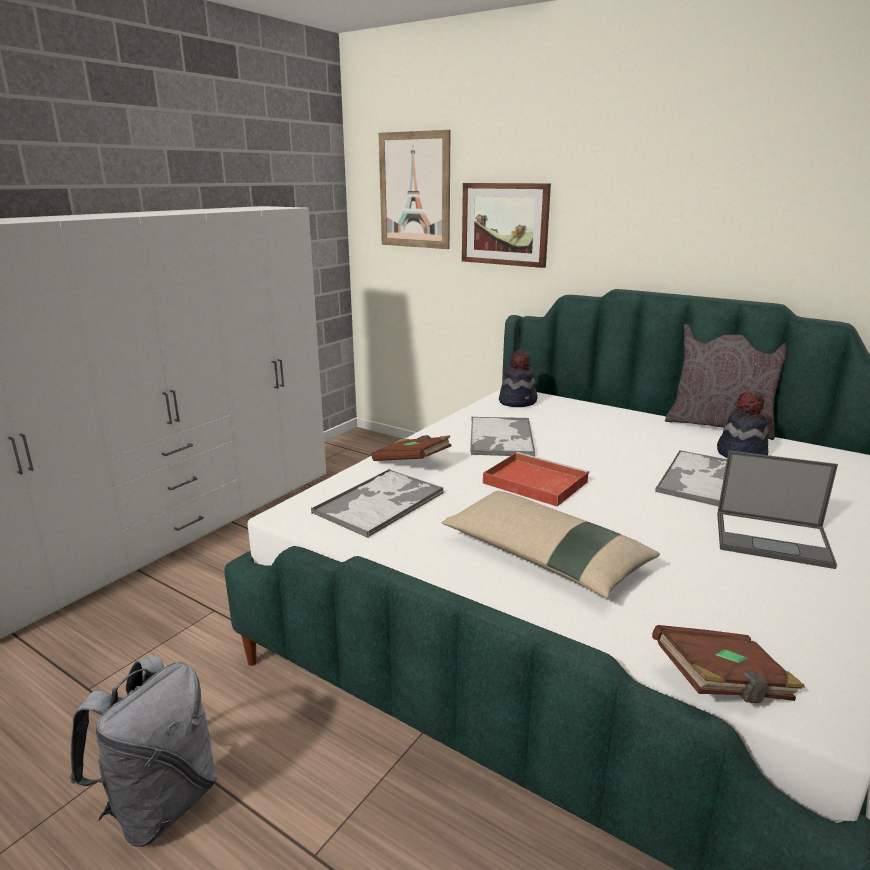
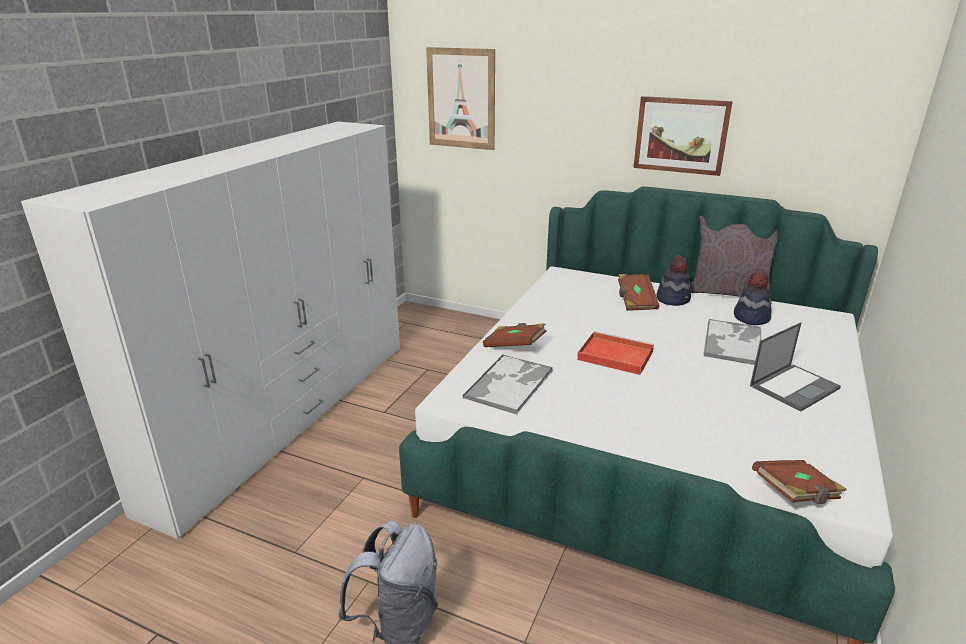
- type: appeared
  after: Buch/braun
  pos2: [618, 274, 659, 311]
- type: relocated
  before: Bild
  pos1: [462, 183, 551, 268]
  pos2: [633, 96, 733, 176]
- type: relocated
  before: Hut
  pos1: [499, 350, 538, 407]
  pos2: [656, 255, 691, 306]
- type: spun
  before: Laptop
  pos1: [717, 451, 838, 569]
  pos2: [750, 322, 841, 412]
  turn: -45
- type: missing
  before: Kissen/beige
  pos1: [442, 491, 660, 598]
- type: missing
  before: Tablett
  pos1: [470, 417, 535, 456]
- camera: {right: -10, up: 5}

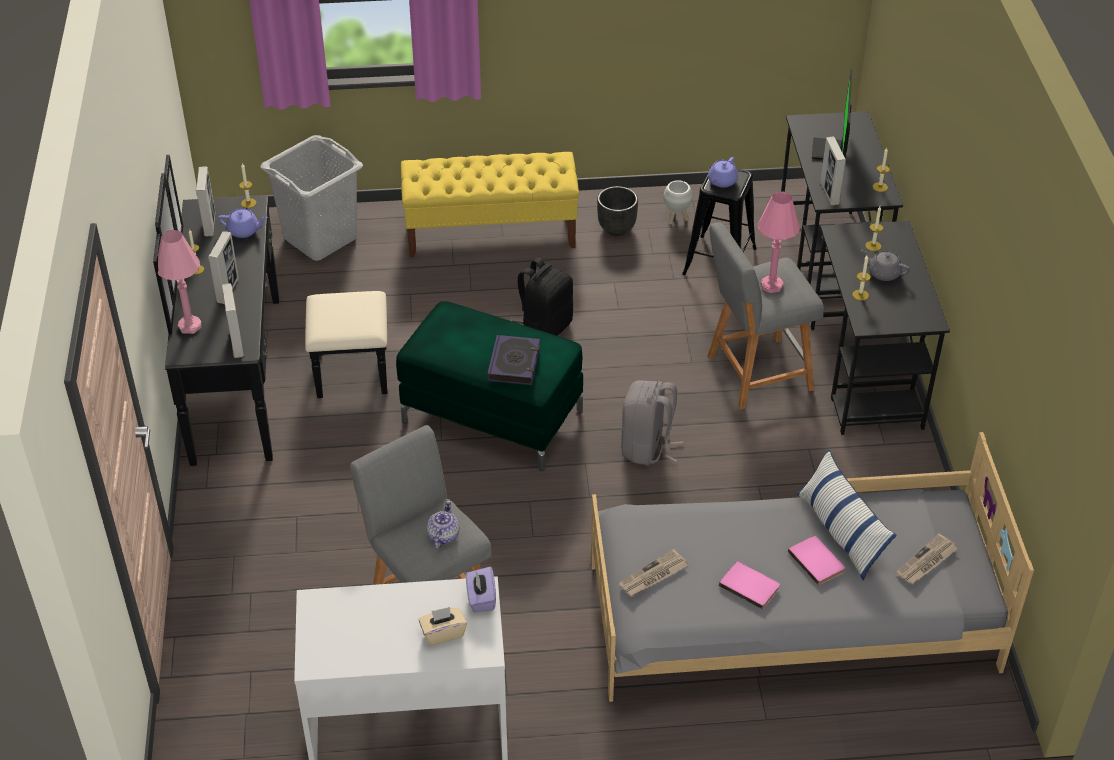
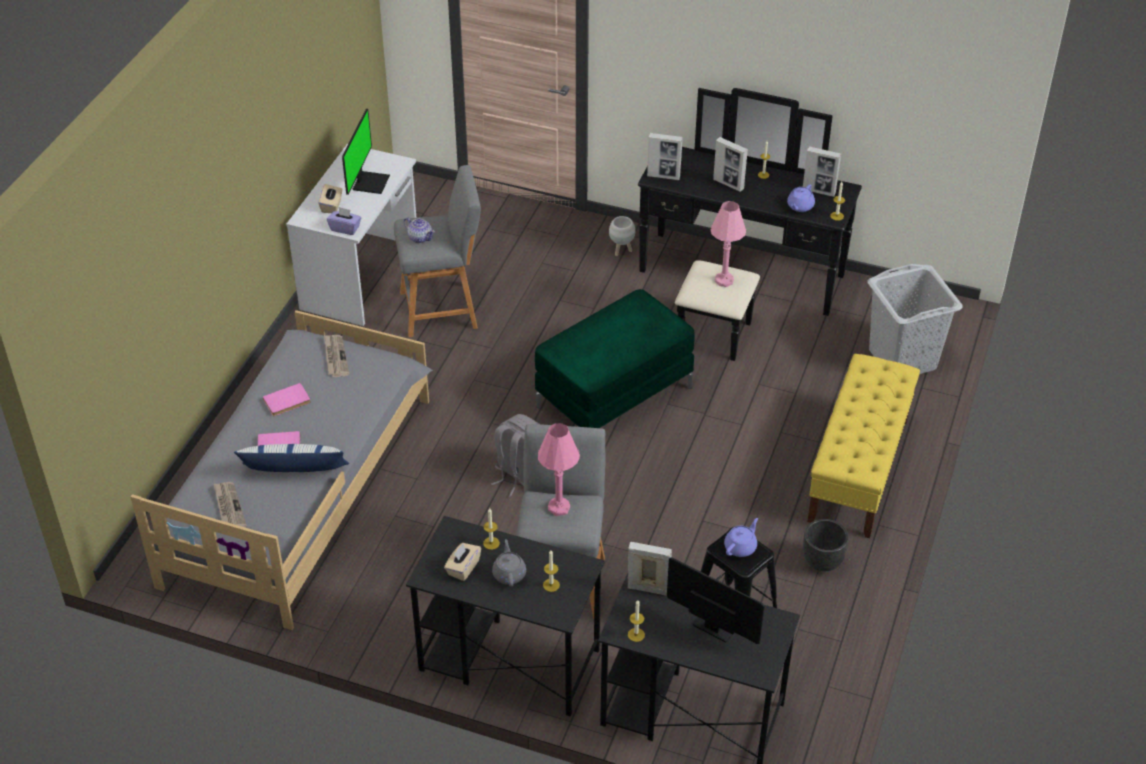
- type: appeared
  after: Monitor
  pos2: [342, 109, 390, 195]
- type: appeared
  after: Taschentuchbox/beige
  pos2: [444, 543, 481, 581]
- type: spun
  before: Teekanne/grau
  pos1: [861, 250, 910, 281]
  pos2: [492, 539, 526, 587]
  turn: -60
- type: relocated
  before: Pflanzkübel/weiß
  pos1: [663, 180, 693, 224]
  pos2: [609, 216, 635, 256]
- type: relocated
  before: Tischlampe/rosa
  pos1: [158, 230, 201, 334]
  pos2: [711, 201, 746, 287]
- type: spun
  before: Teekanne/lila
  pos1: [708, 157, 738, 188]
  pos2: [724, 518, 758, 557]
  turn: 75
- type: missing
  before: Buch
  pos1: [487, 335, 540, 385]
- type: missing
  before: Rucksack/schwarz
  pos1: [512, 257, 573, 336]
- camera: {right: 115, up: 0}

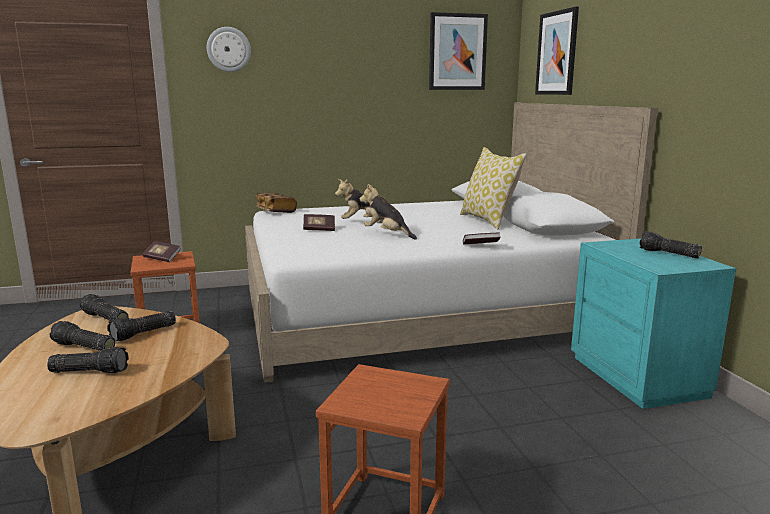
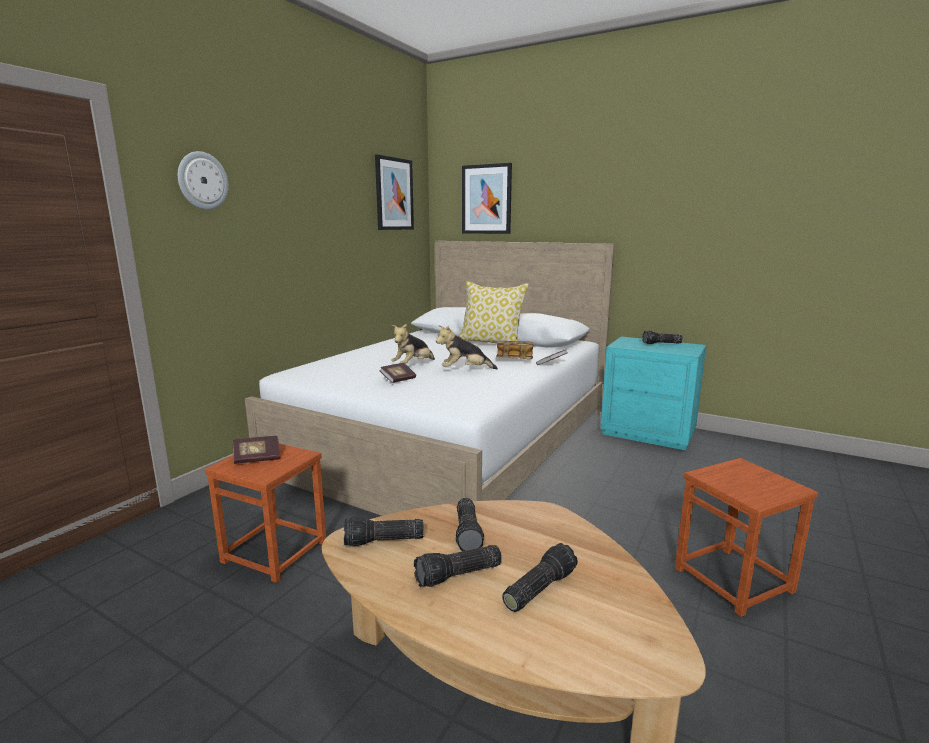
- type: relocated
  before: Buch
  pos1: [255, 193, 297, 213]
  pos2: [496, 341, 534, 359]
- camera: {right: -45, up: 0}

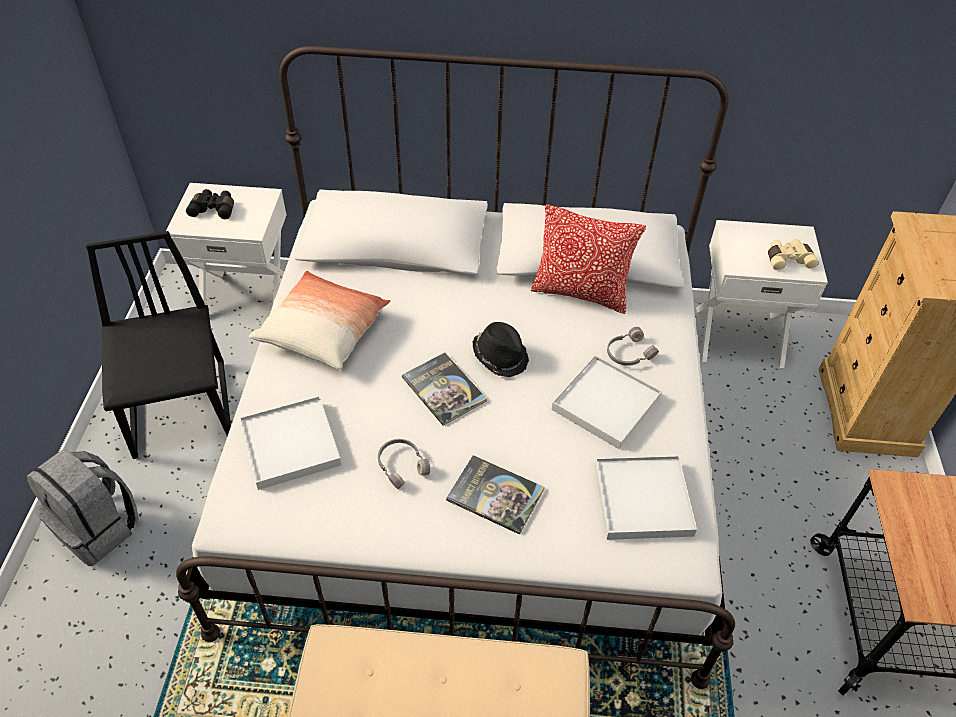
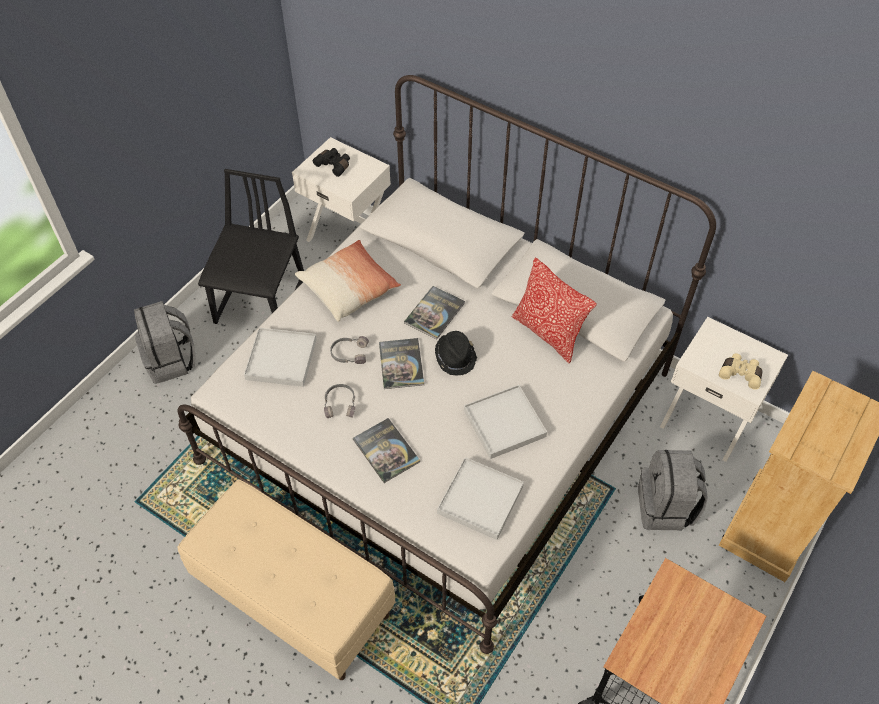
- type: relocated
  before: Kopfhörer/grau
  pos1: [607, 327, 659, 366]
  pos2: [330, 336, 369, 364]
- type: appeared
  after: Buch
  pos2: [404, 286, 465, 339]
- type: appeared
  after: Rucksack/grau
  pos2: [638, 450, 708, 530]
- camera: {right: 30, up: 5}

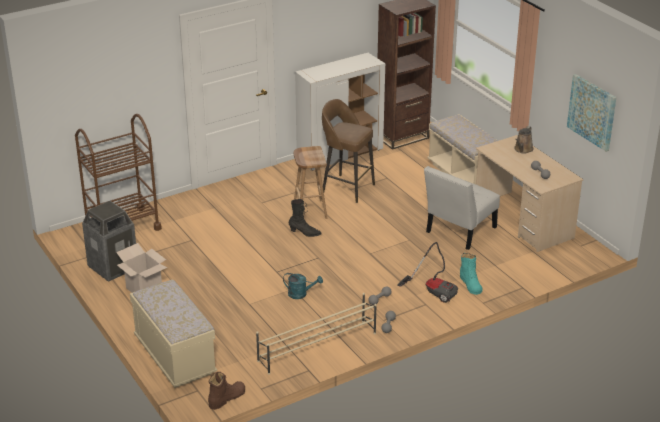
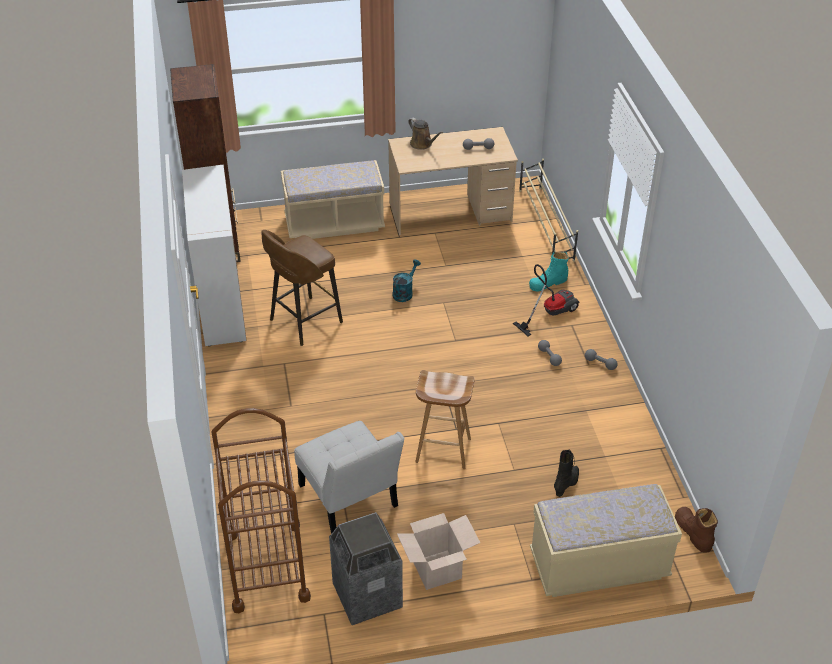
- type: relocated
  before: Stuhl/weiß
  pos1: [424, 166, 500, 250]
  pos2: [294, 421, 404, 534]
- type: relocated
  before: Gießkanne/türkis
  pos1: [283, 273, 323, 299]
  pos2: [393, 260, 421, 302]
- type: relocated
  before: Hocker/braun
  pos1: [294, 146, 327, 219]
  pos2: [415, 370, 475, 469]
- type: relocated
  before: Schuhregal/beige
  pos1: [256, 293, 377, 375]
  pos2: [519, 159, 578, 262]
- type: spun
  before: Stiefel/türkis
  pos1: [460, 253, 483, 295]
  pos2: [529, 252, 568, 291]
  turn: 150
- type: relocated
  before: Stiefel/schwarz
  pos1: [289, 199, 321, 237]
  pos2: [554, 449, 579, 497]
- type: missing
  before: Bild
  pos1: [567, 74, 617, 152]
- camera: {right: -70, up: 10}

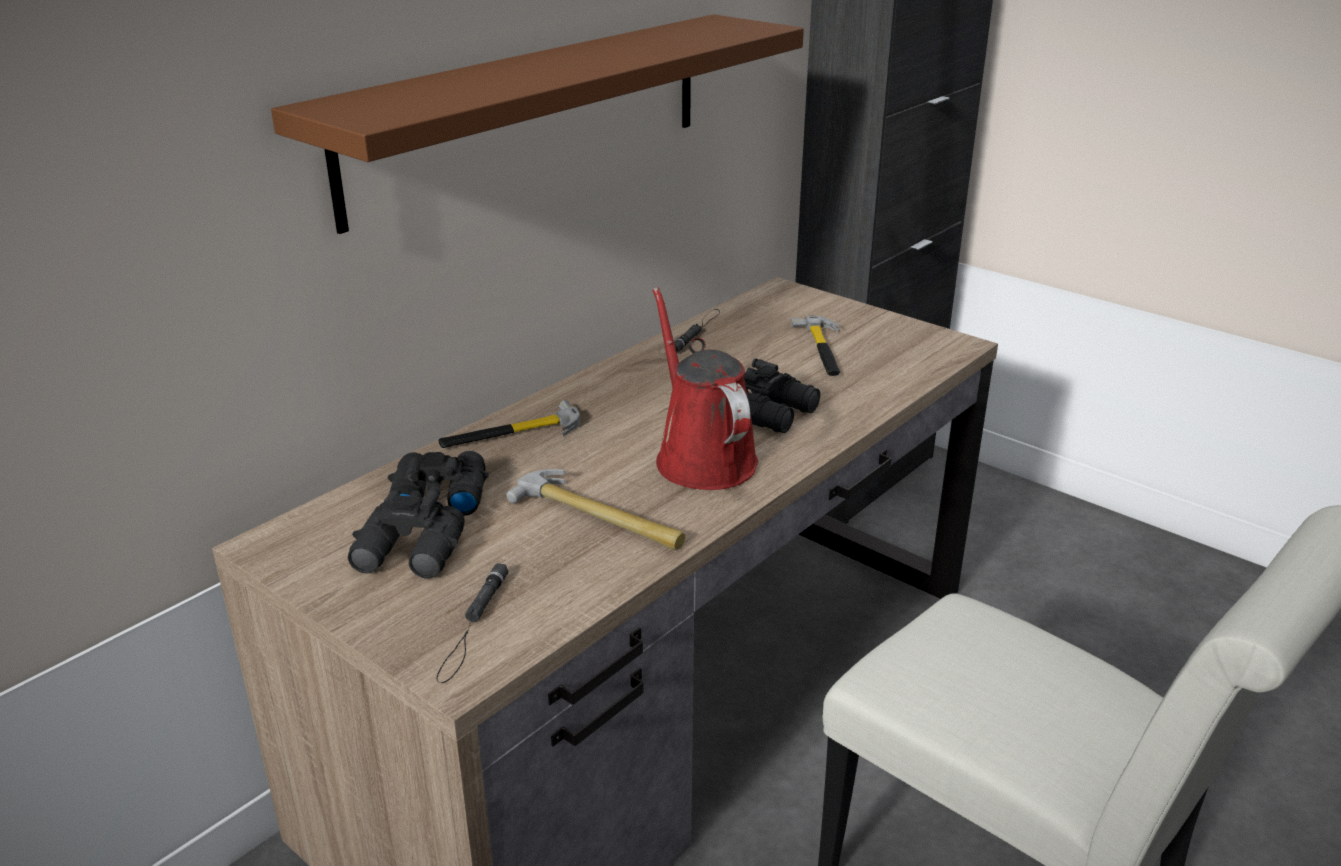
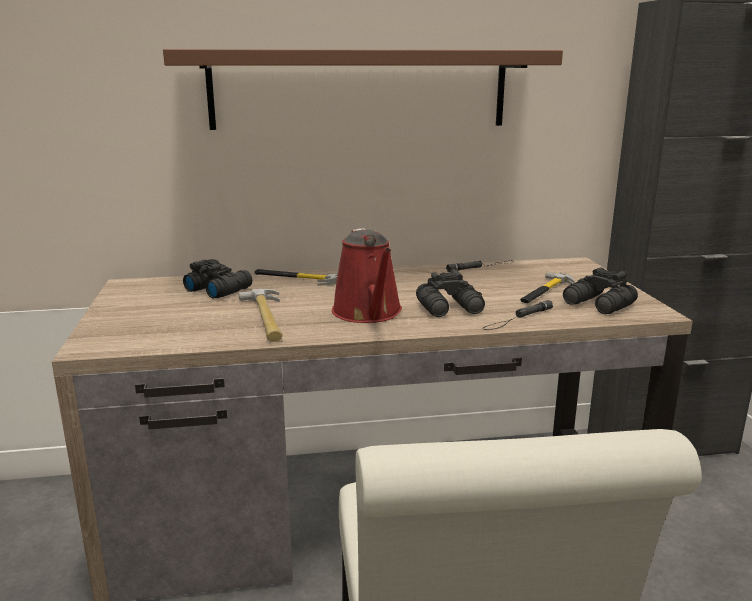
- type: spun
  before: Gießkanne/rot
  pos1: [652, 287, 758, 490]
  pos2: [332, 228, 402, 323]
  turn: 150
- type: relocated
  before: Taschenlampe/schwarz
  pos1: [437, 563, 509, 683]
  pos2: [482, 300, 553, 330]
- type: relocated
  before: Fernglas/schwarz
  pos1: [348, 487, 465, 579]
  pos2: [563, 268, 638, 314]
- camera: {right: 40, up: -10}

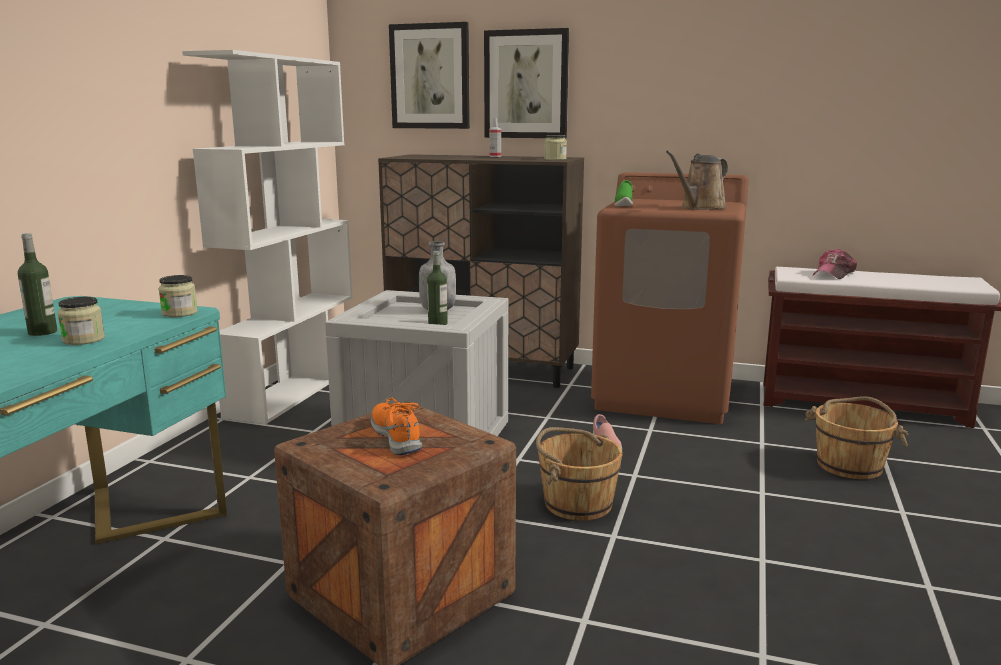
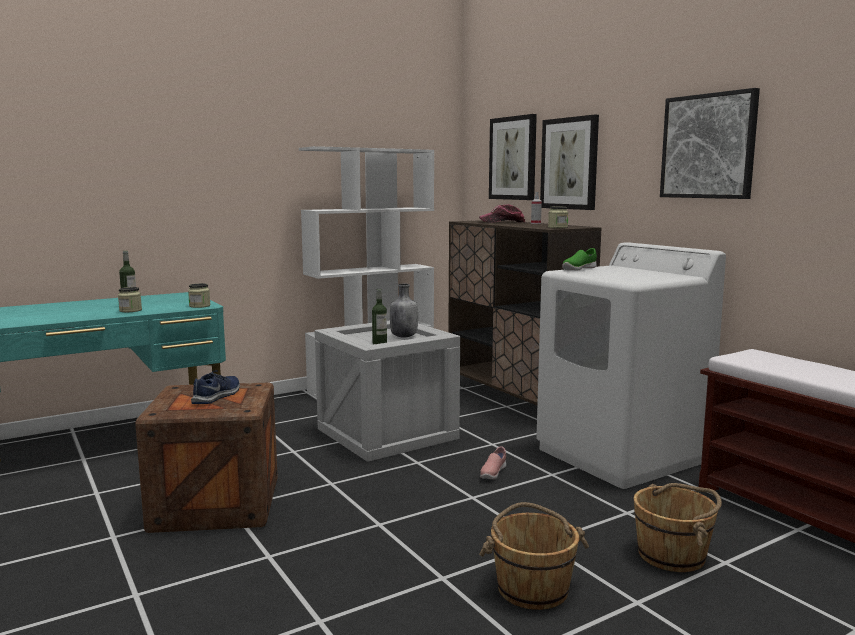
- type: colour
  before: Schuh/orange
  after: Schuh/blau
  pos1: [371, 398, 422, 456]
  pos2: [191, 370, 240, 404]
- type: relocated
  before: Kappe
  pos1: [813, 249, 857, 279]
  pos2: [479, 204, 525, 223]
- type: relocated
  before: Eimer/braun
  pos1: [536, 427, 623, 521]
  pos2: [479, 502, 589, 610]
- type: colour
  before: Waschmaschine/braun
  after: Waschmaschine/weiß
  pos1: [591, 172, 749, 424]
  pos2: [536, 242, 726, 489]
- type: appeared
  after: Bild
  pos2: [660, 88, 760, 199]
- type: missing
  before: Gießkanne/braun
  pos1: [666, 151, 728, 210]
- camera: {right: 40, up: -5}

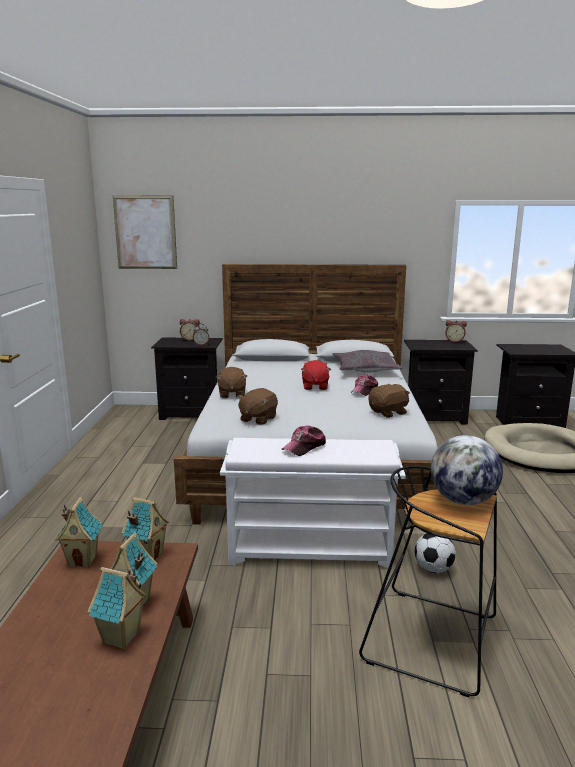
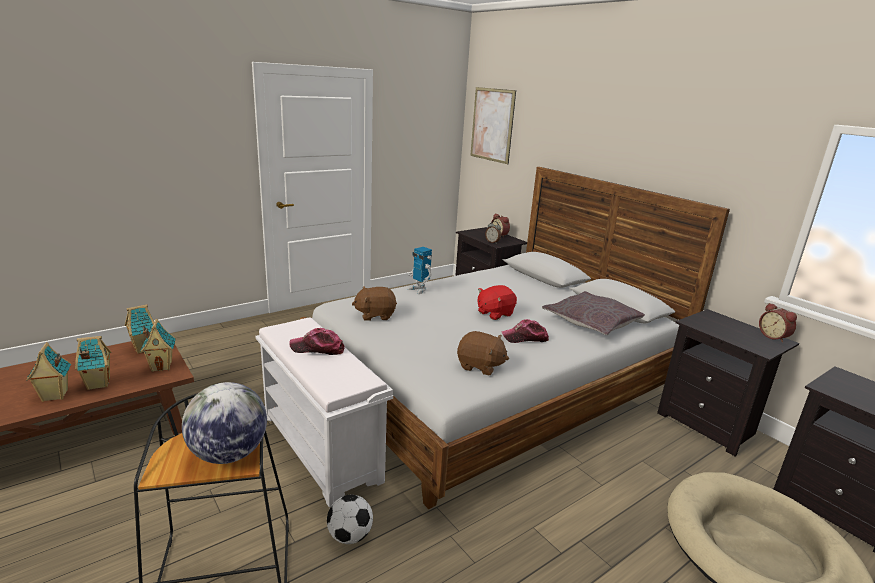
- type: exchanged
  before: Plüschtier/braun
  after: Spielzeugroboter
  pos1: [216, 367, 247, 398]
  pos2: [408, 247, 432, 294]
- camera: {right: 50, up: 5}

